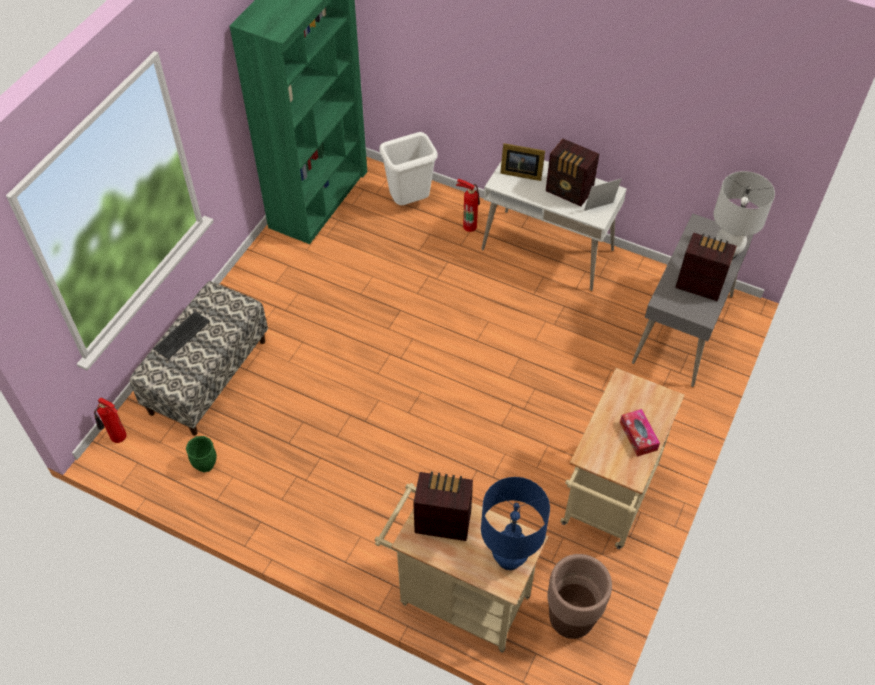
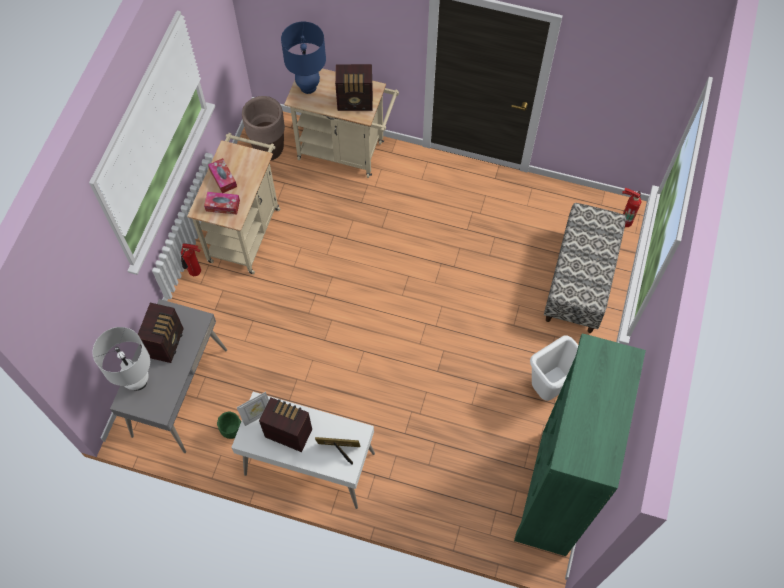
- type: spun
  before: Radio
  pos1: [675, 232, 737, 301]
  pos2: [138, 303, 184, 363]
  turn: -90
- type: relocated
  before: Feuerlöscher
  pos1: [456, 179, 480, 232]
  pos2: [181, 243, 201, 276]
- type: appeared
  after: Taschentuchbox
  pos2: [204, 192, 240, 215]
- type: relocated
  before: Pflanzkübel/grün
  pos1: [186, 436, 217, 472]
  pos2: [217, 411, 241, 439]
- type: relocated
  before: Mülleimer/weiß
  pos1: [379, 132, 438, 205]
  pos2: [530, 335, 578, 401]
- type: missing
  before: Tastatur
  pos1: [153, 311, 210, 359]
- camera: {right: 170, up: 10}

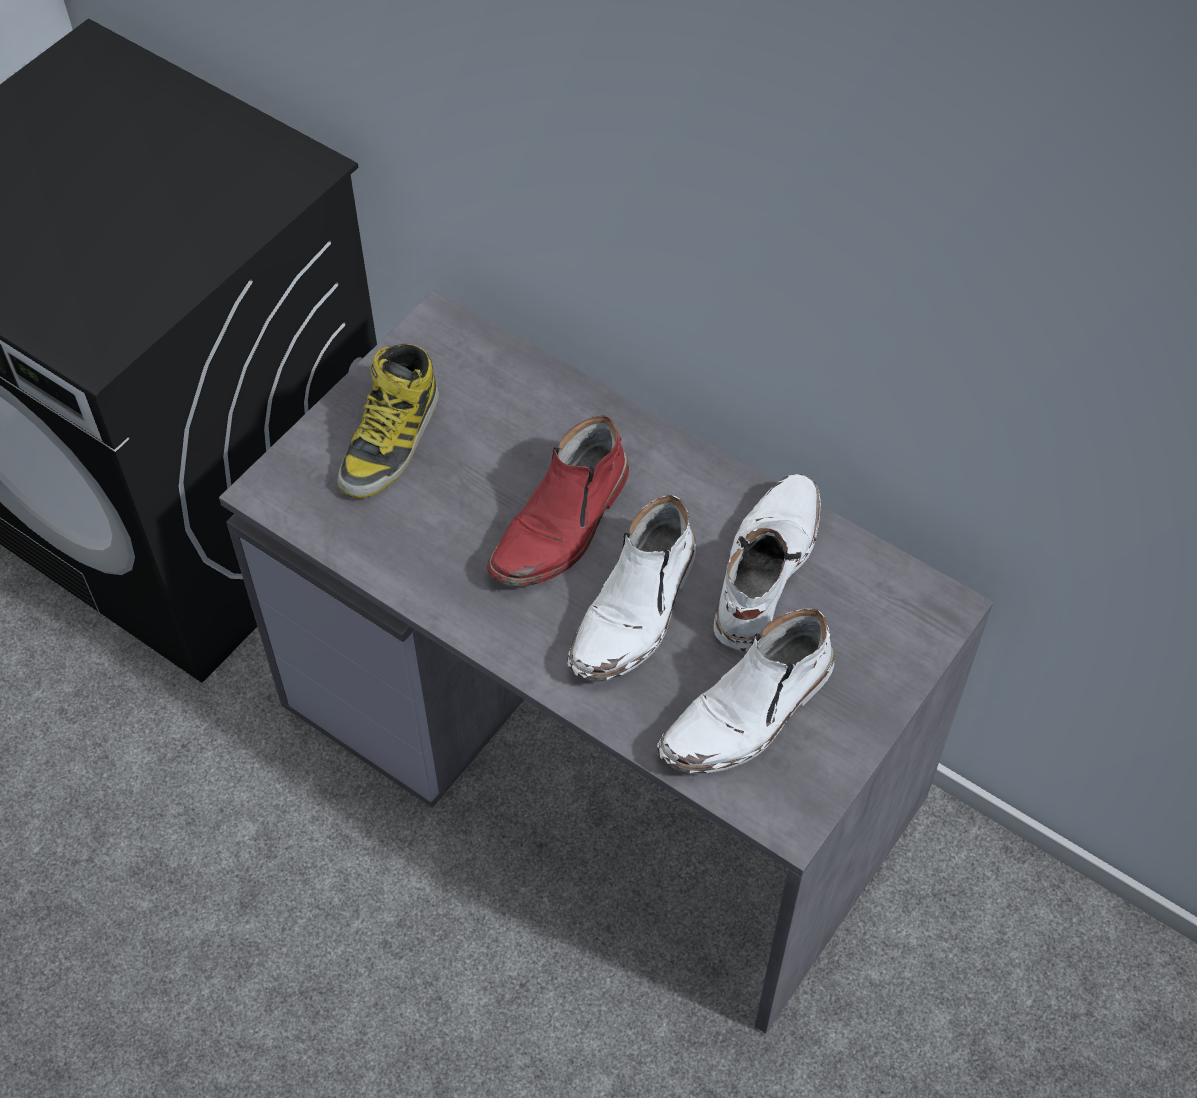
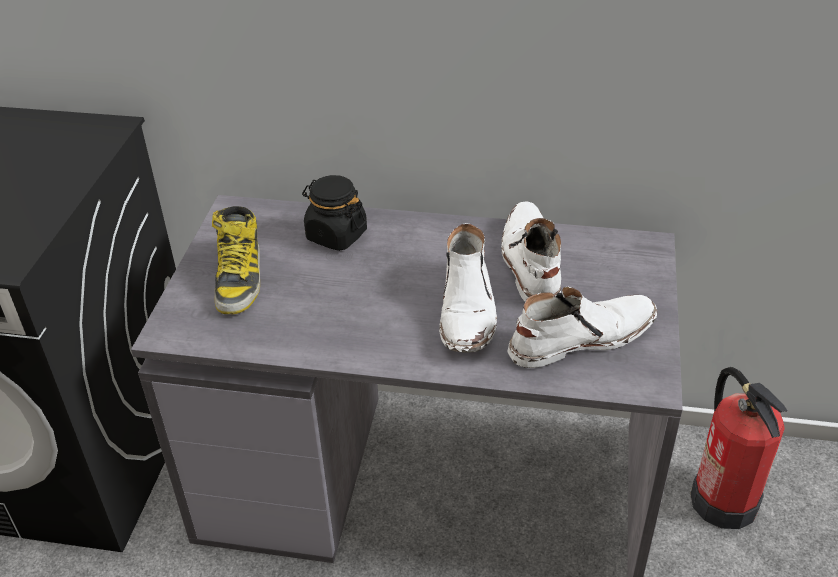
- type: appeared
  after: Vorratsglas/schwarz
  pos2: [302, 175, 367, 251]
- type: spun
  before: Stiefel/weiß
  pos1: [657, 609, 834, 774]
  pos2: [508, 287, 657, 368]
  turn: -135
- type: appeared
  after: Feuerlöscher
  pos2: [690, 367, 787, 529]
- type: missing
  before: Stiefel/rot
  pos1: [487, 415, 629, 587]
- camera: {right: -25, up: -15}

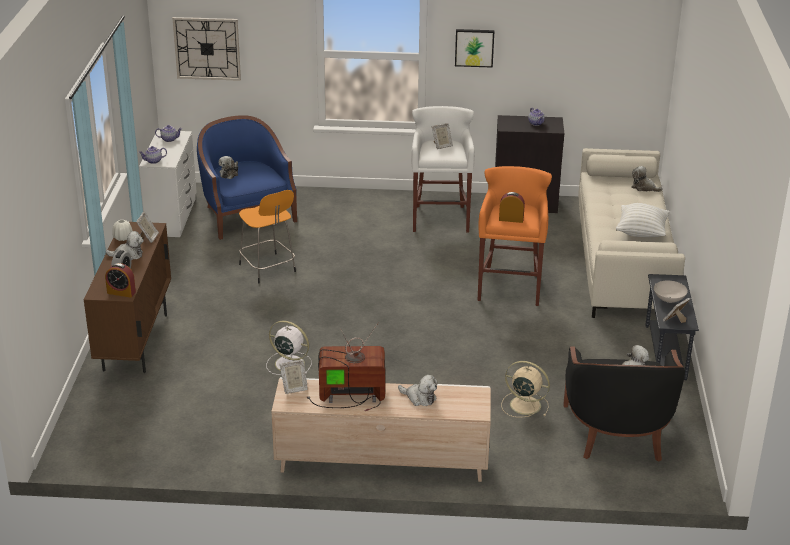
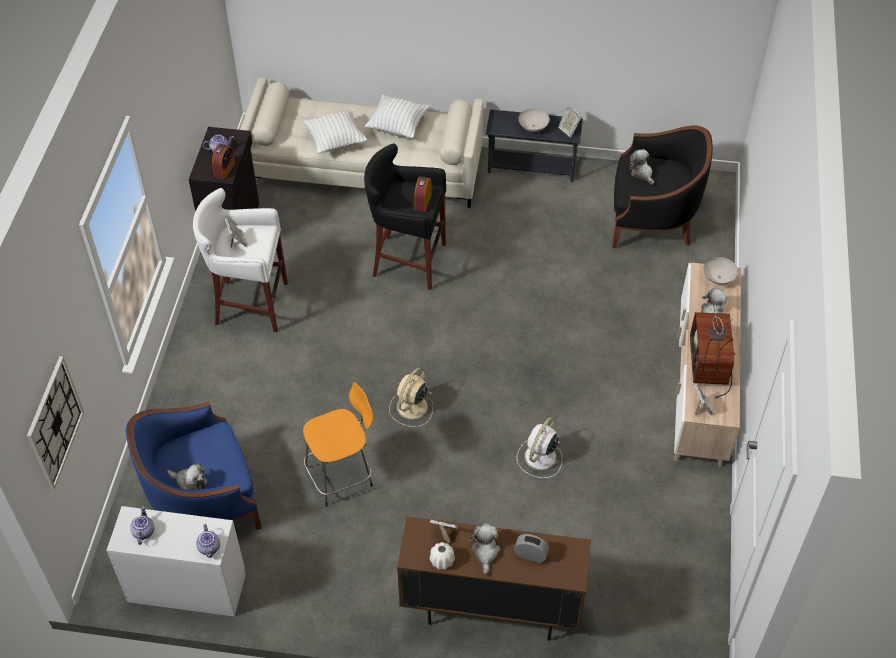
- type: relocated
  before: Wecker
  pos1: [105, 263, 136, 298]
  pos2: [212, 144, 235, 180]
- type: appeared
  after: Kissen/weiß
  pos2: [304, 109, 367, 154]
- type: colour
  before: Hocker/orange
  after: Hocker/schwarz
  pos1: [477, 166, 552, 306]
  pos2: [364, 144, 446, 290]
- type: relocated
  before: Ventilator/beige
  pos1: [501, 361, 550, 418]
  pos2: [389, 367, 433, 427]
- type: appeared
  after: Schüssel/weiß
  pos2: [703, 257, 738, 285]
- type: missing
  before: Bild
  pos1: [455, 29, 494, 68]
- type: missing
  before: Plüschtier
  pos1: [631, 166, 662, 192]
- camera: {right: -85, up: 20}

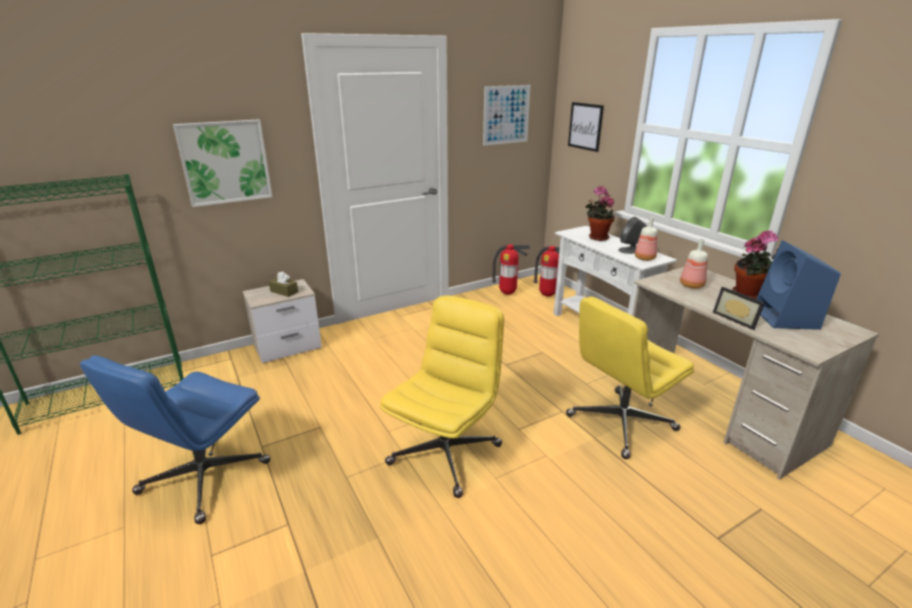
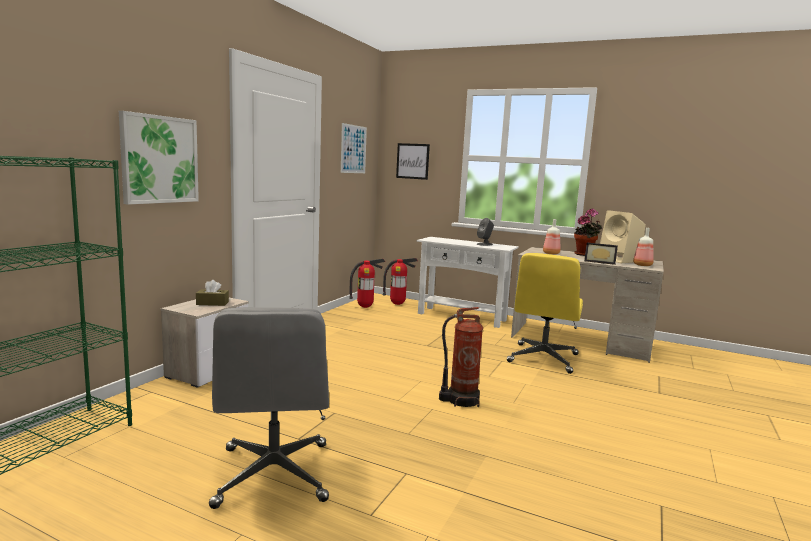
- type: colour
  before: Bürostuhl/blau
  after: Bürostuhl/grau
  pos1: [80, 355, 270, 524]
  pos2: [209, 307, 329, 509]
- type: exchanged
  before: Bürostuhl/gelb
  after: Feuerlöscher
  pos1: [380, 295, 504, 498]
  pos2: [439, 307, 483, 407]
- type: colour
  before: Lautsprecher/blau
  after: Lautsprecher/beige
  pos1: [756, 240, 841, 330]
  pos2: [600, 210, 646, 263]
- type: relocated
  before: Flasche
  pos1: [635, 217, 657, 261]
  pos2: [633, 228, 654, 266]
- type: missing
  before: Topfpflanze
  pos1: [585, 186, 615, 241]
- camera: {right: -35, up: -15}

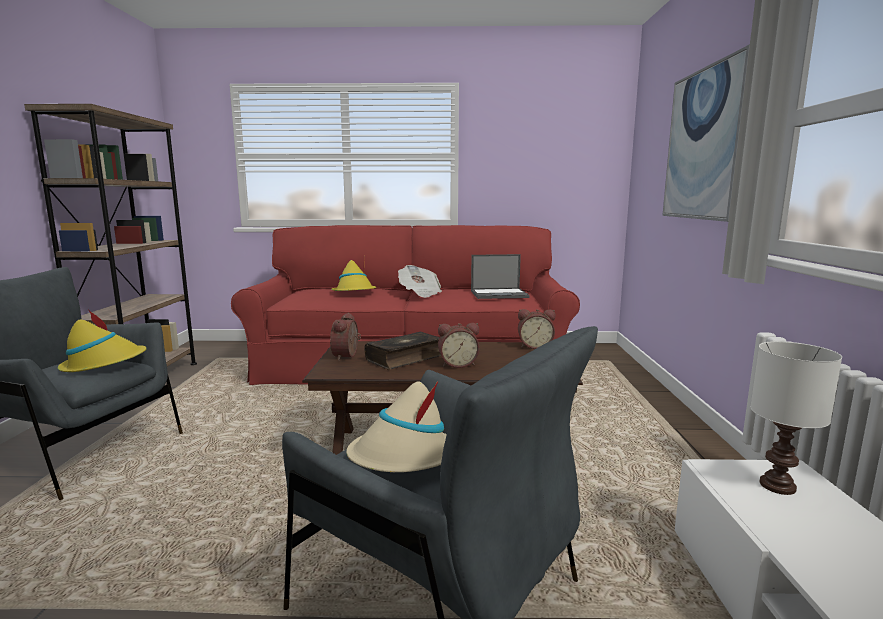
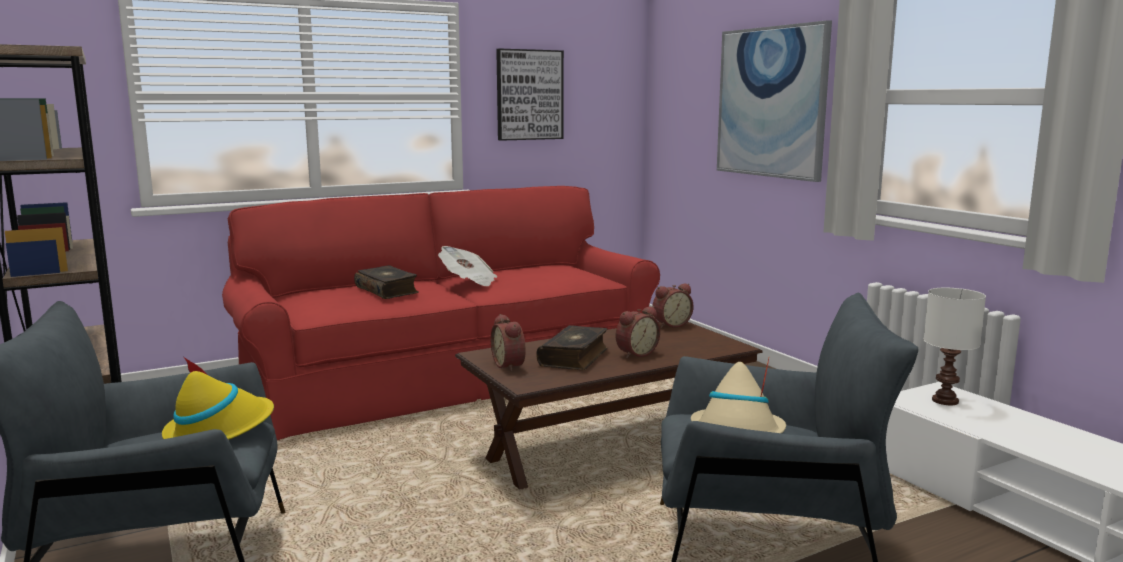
- type: exchanged
  before: Hut/gelb
  after: Buch
  pos1: [331, 256, 376, 291]
  pos2: [354, 265, 419, 299]
- type: appeared
  after: Bild
  pos2: [496, 48, 564, 141]
- type: missing
  before: Laptop
  pos1: [471, 254, 530, 299]
- camera: {right: -30, up: 0}

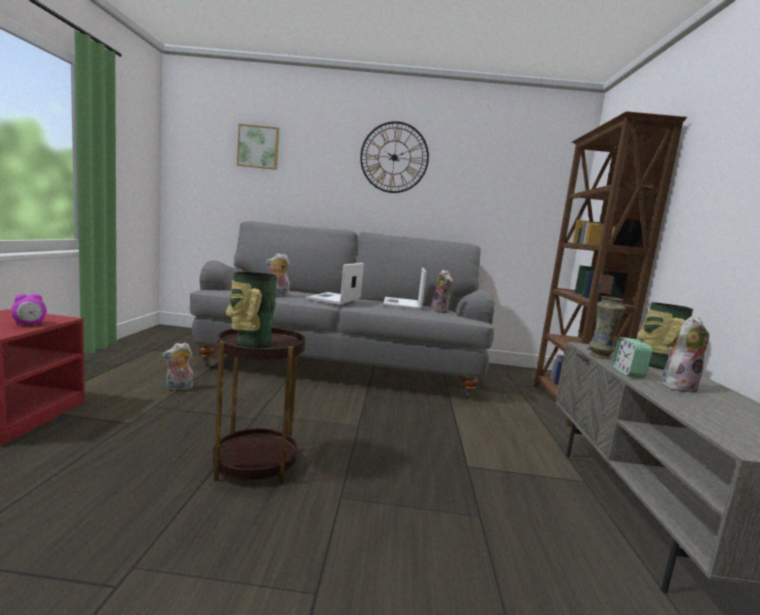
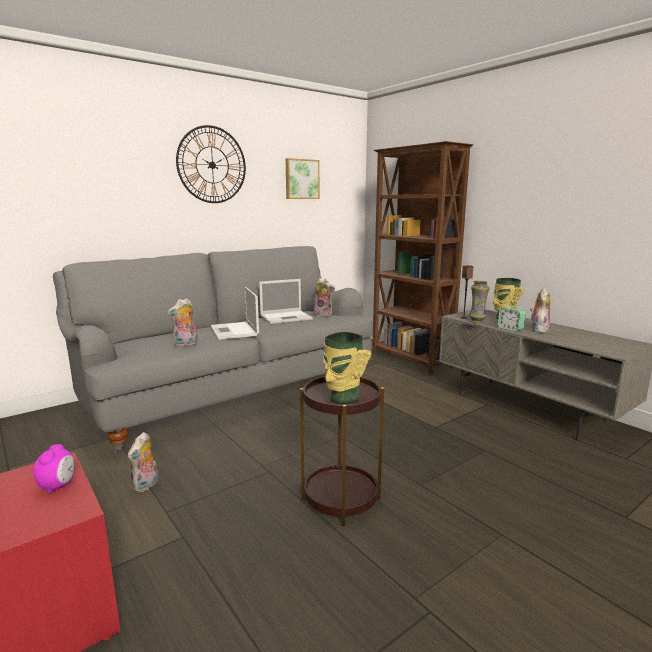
- type: spun
  before: Laptop
  pos1: [383, 267, 427, 310]
  pos2: [259, 279, 313, 324]
  turn: -75
- type: relocated
  before: Bild
  pos1: [237, 124, 279, 170]
  pos2: [285, 158, 320, 199]
- camera: {right: -40, up: 5}

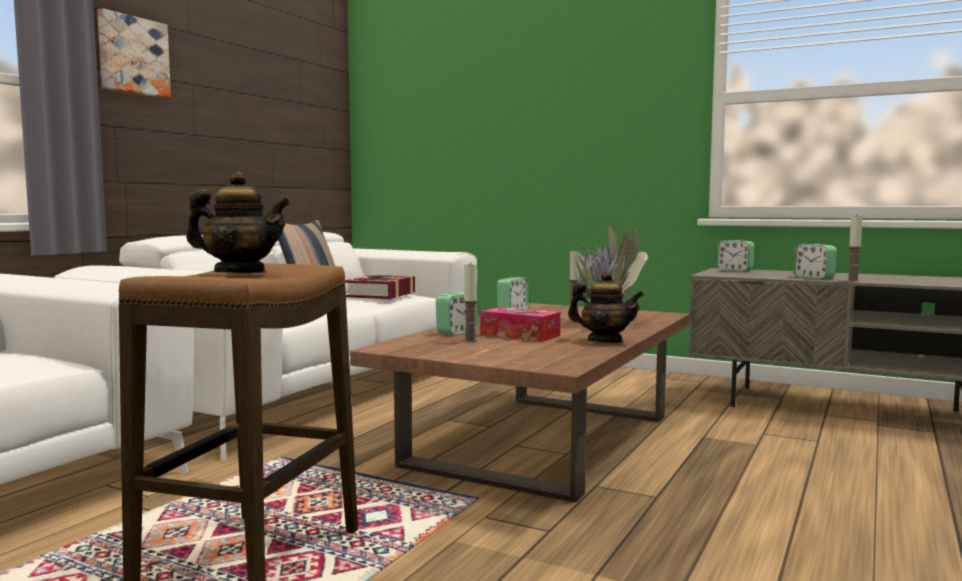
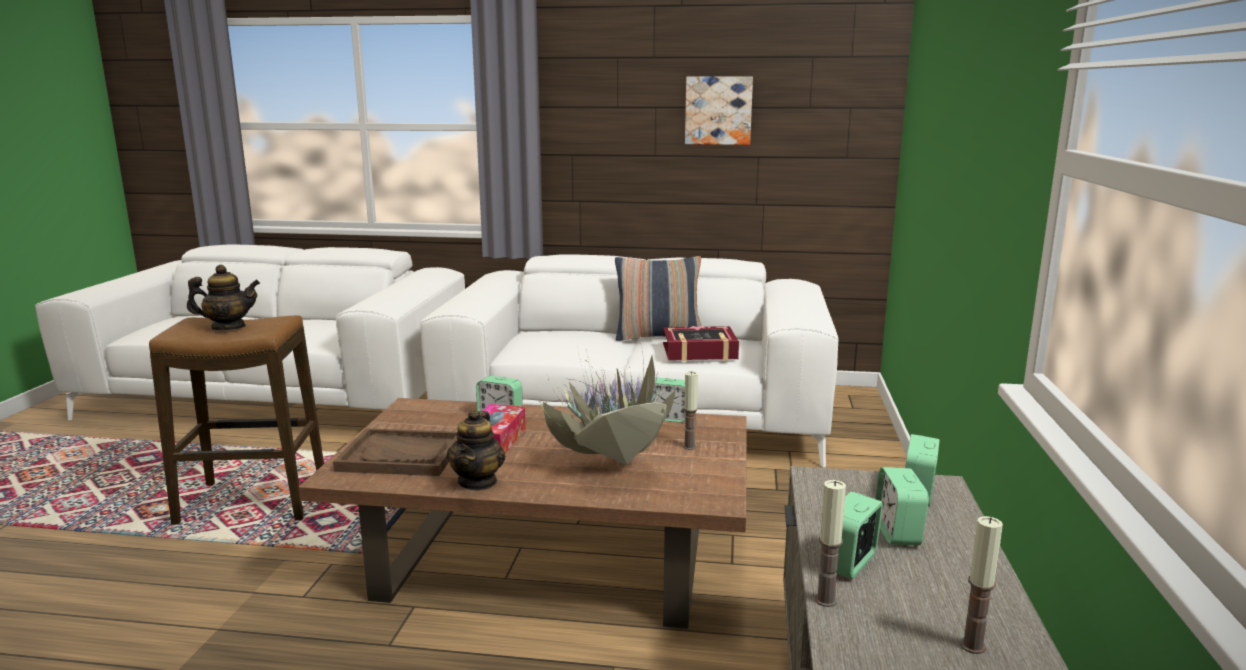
- type: spun
  before: Teekanne
  pos1: [186, 171, 291, 273]
  pos2: [187, 265, 260, 330]
  turn: -90
- type: appeared
  after: Tablett/braun
  pos2: [333, 428, 457, 476]
- type: relocated
  before: Bild
  pos1: [97, 9, 171, 98]
  pos2: [685, 76, 753, 145]
- type: appeared
  after: Wecker
  pos2: [875, 467, 929, 545]
- type: relocated
  before: Kerze
  pos1: [464, 262, 477, 343]
  pos2: [960, 516, 1003, 654]
- camera: {right: 70, up: 10}

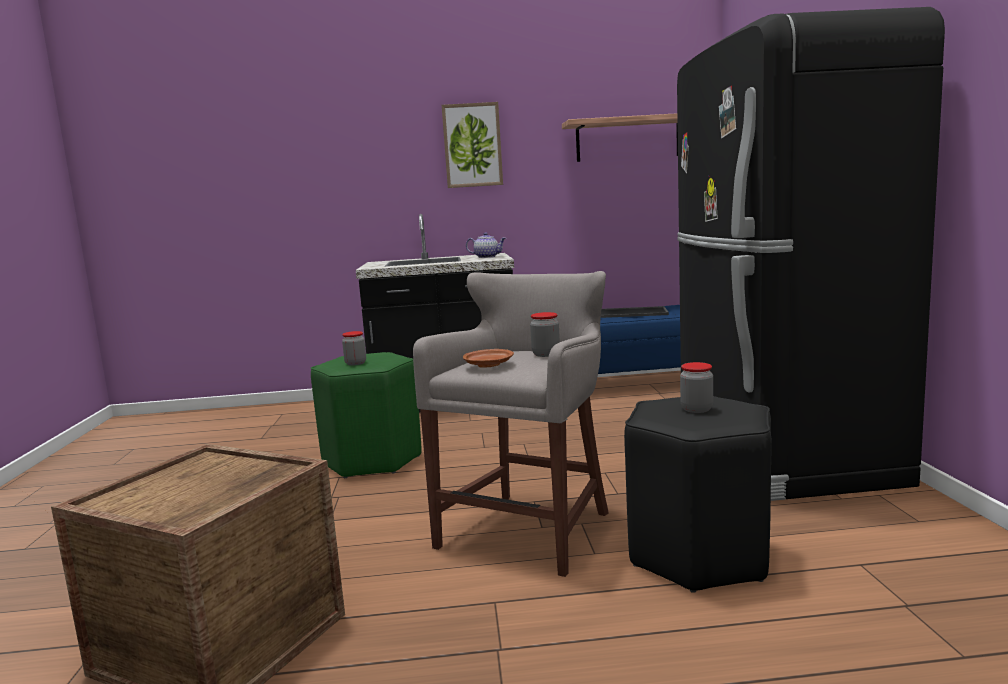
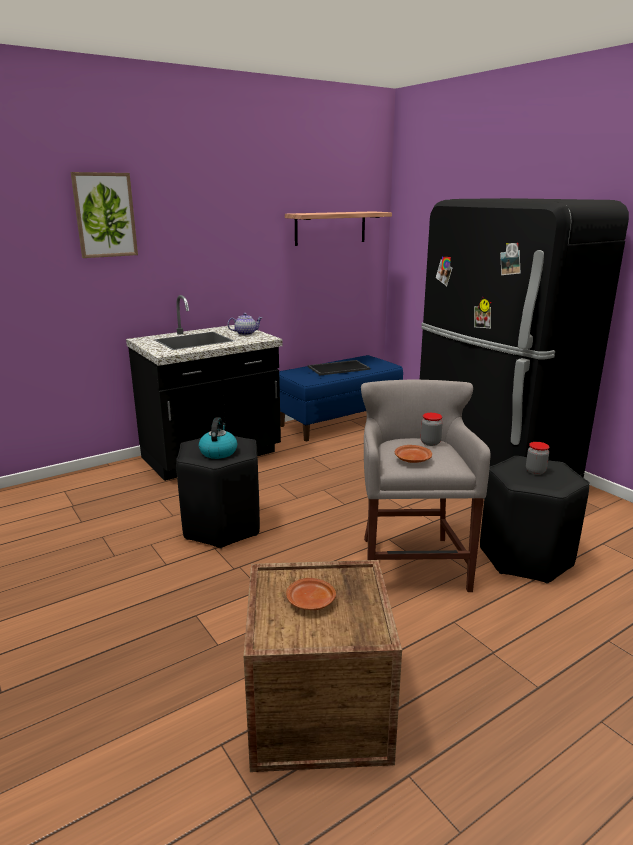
- type: relocated
  before: Bild
  pos1: [442, 102, 503, 188]
  pos2: [71, 172, 138, 258]
- type: colour
  before: Hocker/grün
  after: Hocker/schwarz
  pos1: [311, 352, 422, 478]
  pos2: [176, 436, 260, 549]
- type: exchanged
  before: Vorratsglas
  after: Wasserkessel
  pos1: [342, 331, 366, 366]
  pos2: [199, 417, 237, 459]
- type: appeared
  after: Teller/braun
  pos2: [286, 578, 336, 610]
- camera: {right: -30, up: 10}

